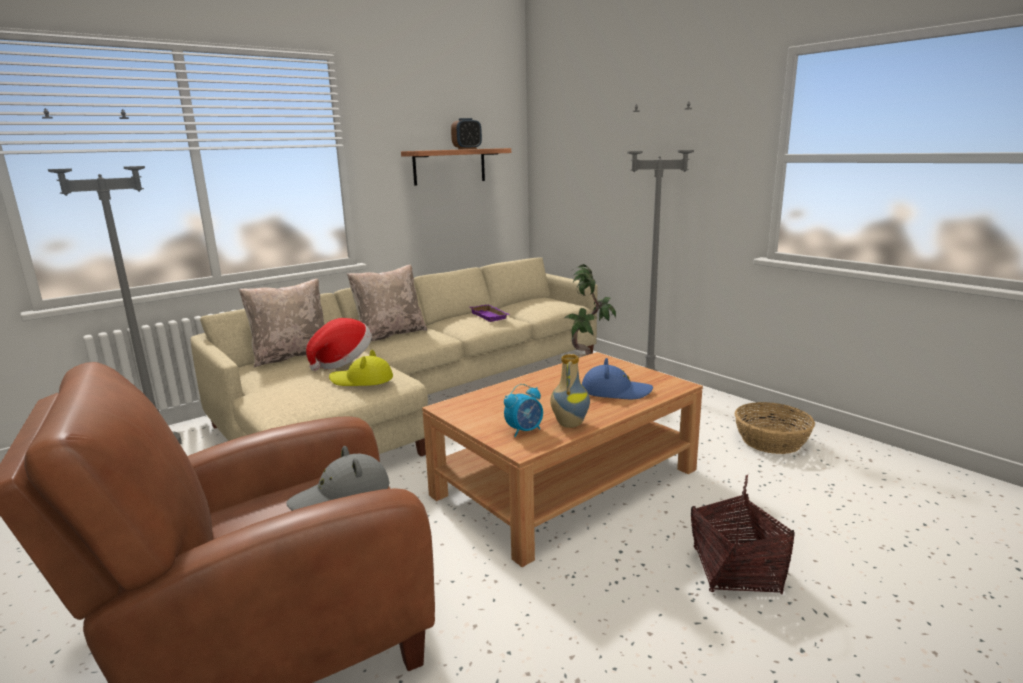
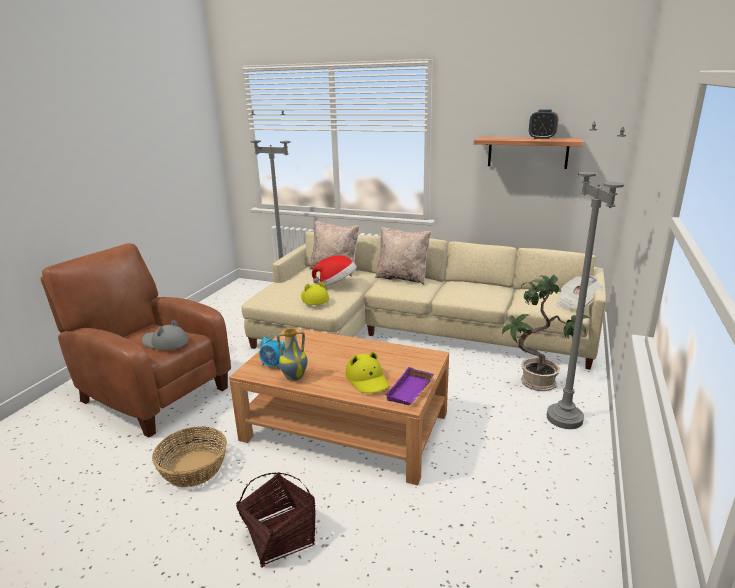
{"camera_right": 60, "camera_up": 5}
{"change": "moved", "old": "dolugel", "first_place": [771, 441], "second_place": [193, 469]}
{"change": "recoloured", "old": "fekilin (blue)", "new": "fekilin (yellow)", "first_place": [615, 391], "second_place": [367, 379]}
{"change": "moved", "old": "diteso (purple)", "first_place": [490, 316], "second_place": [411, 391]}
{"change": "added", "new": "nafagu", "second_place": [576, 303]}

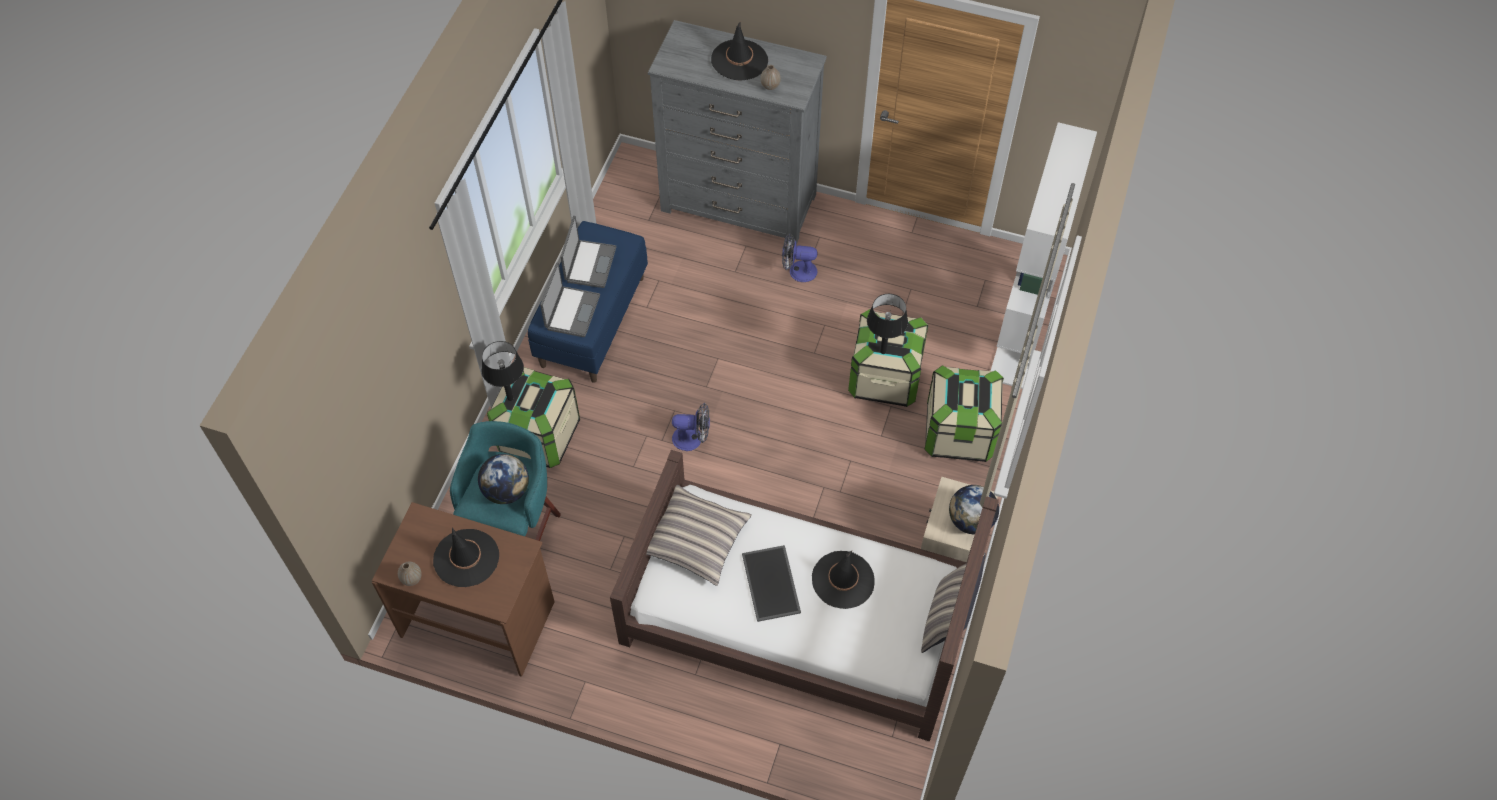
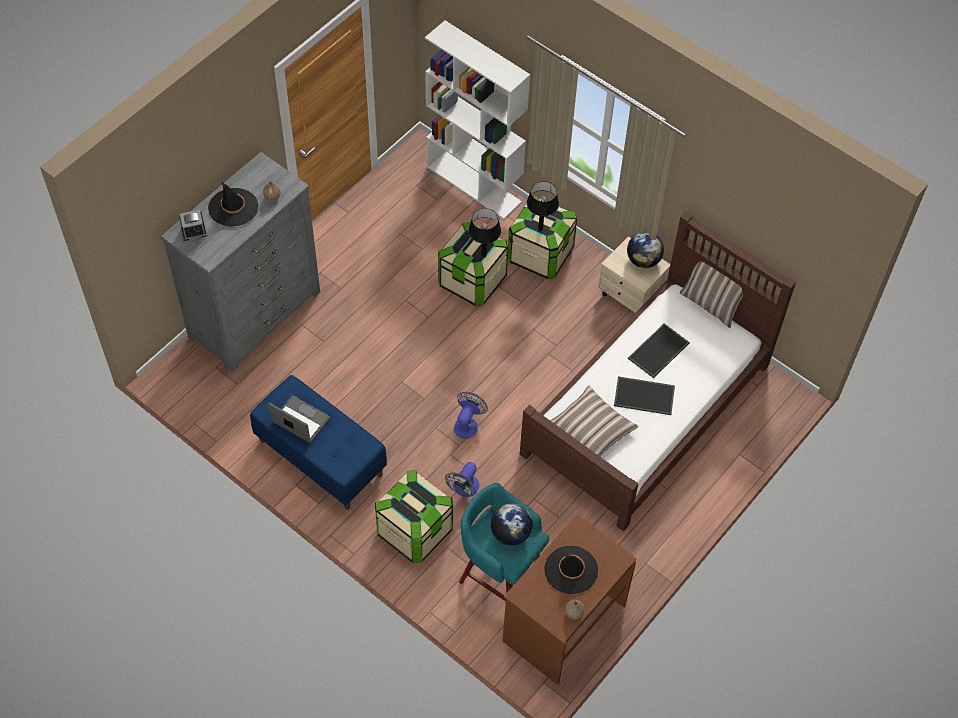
{"camera_right": -70, "camera_up": 0}
{"change": "added", "new": "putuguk", "second_place": [194, 231]}
{"change": "moved", "old": "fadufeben", "first_place": [797, 271], "second_place": [464, 490]}
{"change": "moved", "old": "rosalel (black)", "first_place": [510, 398], "second_place": [540, 228]}
{"change": "replaced", "old": "fekilin (black)", "new": "diteso", "first_place": [843, 580], "second_place": [659, 351]}
{"change": "removed", "old": "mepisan", "first_place": [571, 312]}

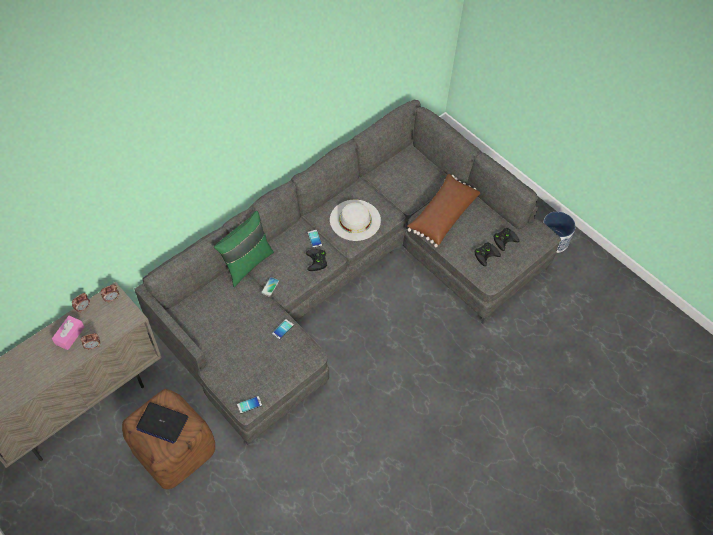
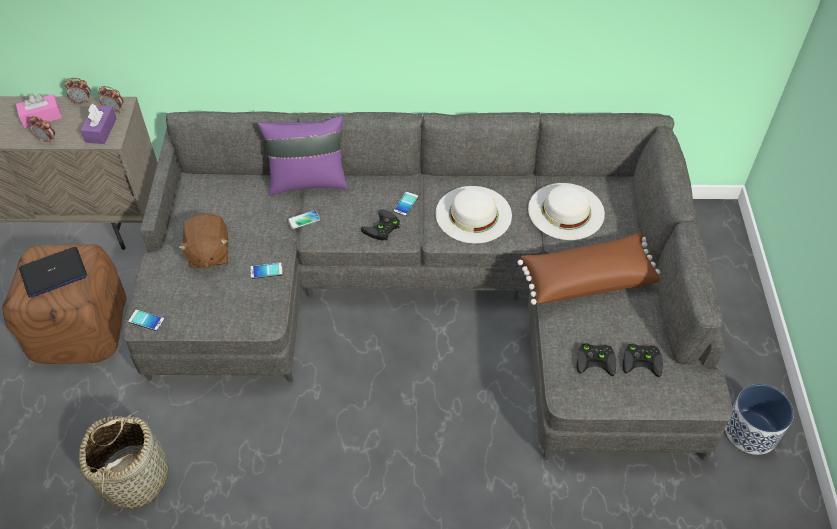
{"camera_right": 45, "camera_up": -5}
{"change": "turned", "old": "mepisan", "first_place": [162, 423], "second_place": [53, 273], "degrees": -90}
{"change": "added", "new": "dolugel", "second_place": [135, 477]}
{"change": "added", "new": "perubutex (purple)", "second_place": [101, 130]}
{"change": "added", "new": "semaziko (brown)", "second_place": [208, 253]}
{"change": "recoloured", "old": "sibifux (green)", "new": "sibifux (purple)", "first_place": [246, 263], "second_place": [308, 181]}
{"change": "added", "new": "fekilin (white)", "second_place": [566, 211]}

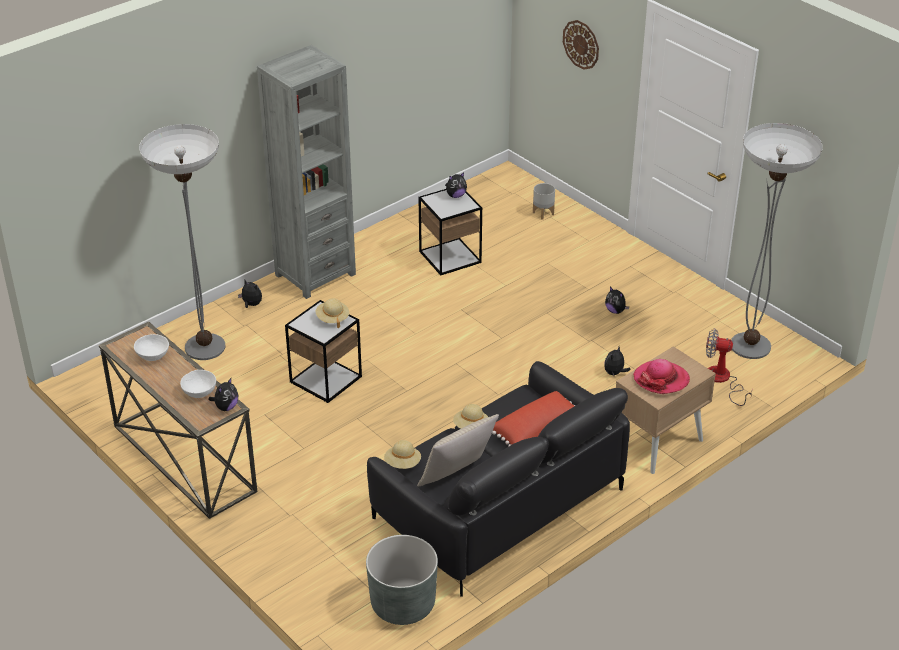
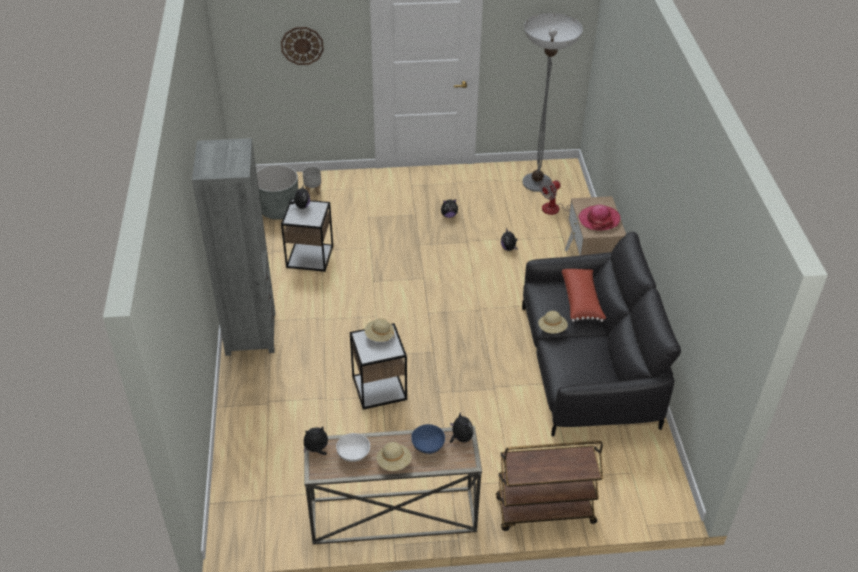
{"camera_right": -55, "camera_up": 5}
{"change": "moved", "old": "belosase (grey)", "first_place": [403, 604], "second_place": [278, 209]}
{"change": "moved", "old": "semaziko", "first_place": [251, 304], "second_place": [316, 449]}
{"change": "moved", "old": "fekilin (beige)", "first_place": [403, 463], "second_place": [394, 462]}
{"change": "recoloured", "old": "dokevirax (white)", "new": "dokevirax (blue)", "first_place": [199, 392], "second_place": [428, 446]}
{"change": "added", "new": "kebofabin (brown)", "second_place": [544, 511]}
{"change": "removed", "old": "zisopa", "first_place": [205, 347]}
{"change": "removed", "old": "sibifux (beige)", "first_place": [458, 477]}

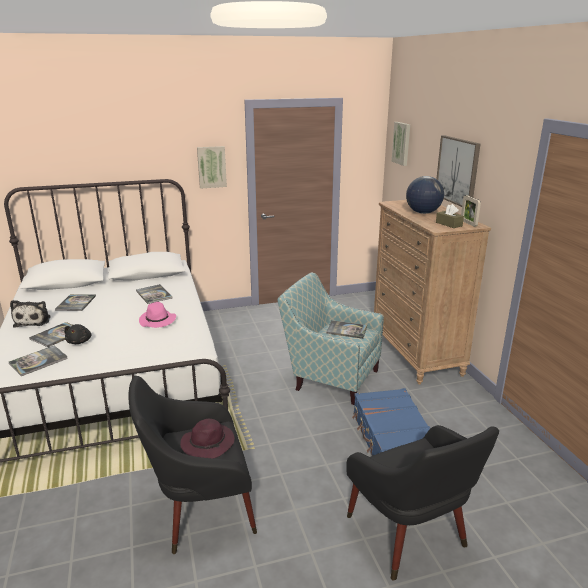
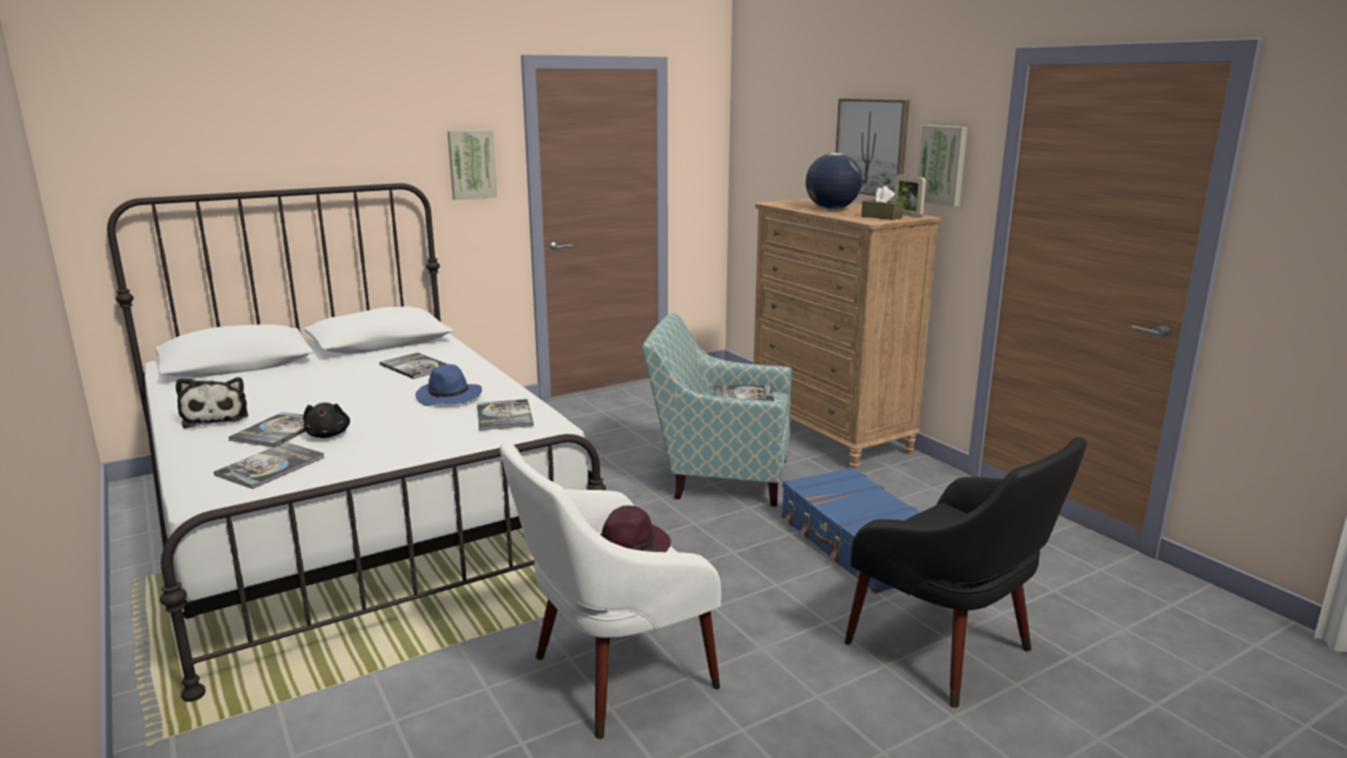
{"camera_right": -15, "camera_up": -5}
{"change": "recoloured", "old": "fekilin (pink)", "new": "fekilin (blue)", "first_place": [158, 321], "second_place": [449, 397]}
{"change": "moved", "old": "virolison", "first_place": [76, 303], "second_place": [504, 416]}
{"change": "recoloured", "old": "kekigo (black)", "new": "kekigo (white)", "first_place": [200, 512], "second_place": [612, 676]}
{"change": "moved", "old": "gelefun", "first_place": [402, 143], "second_place": [943, 165]}

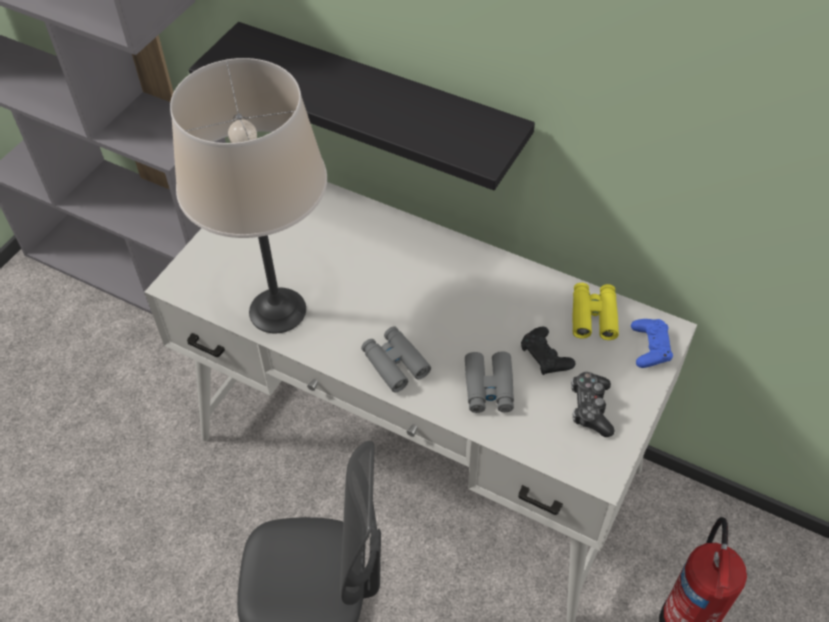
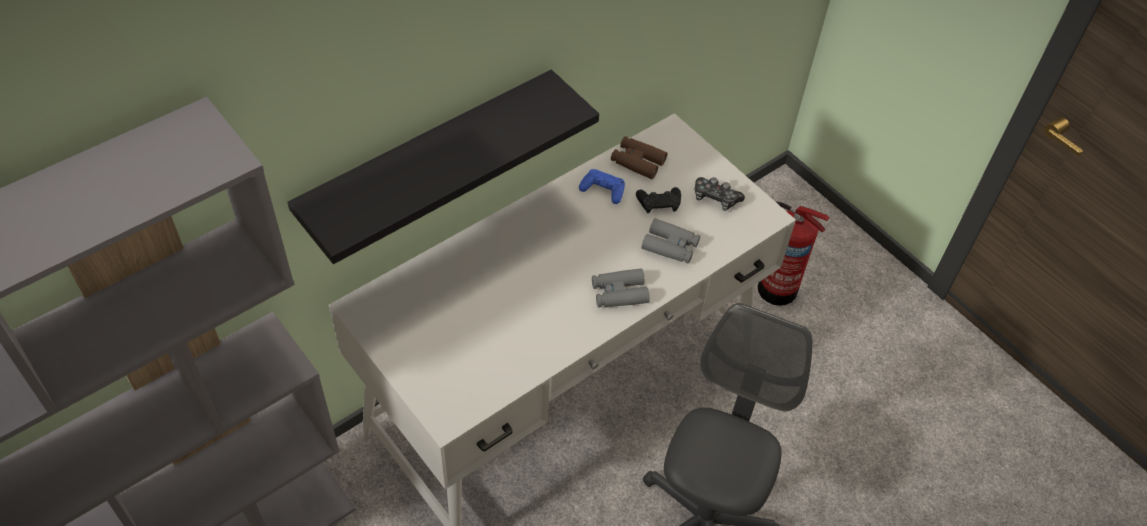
{"camera_right": -70, "camera_up": 0}
{"change": "moved", "old": "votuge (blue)", "first_place": [650, 347], "second_place": [603, 190]}
{"change": "recoloured", "old": "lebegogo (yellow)", "new": "lebegogo (brown)", "first_place": [593, 316], "second_place": [637, 161]}
{"change": "removed", "old": "rosalel (beige)", "first_place": [277, 311]}

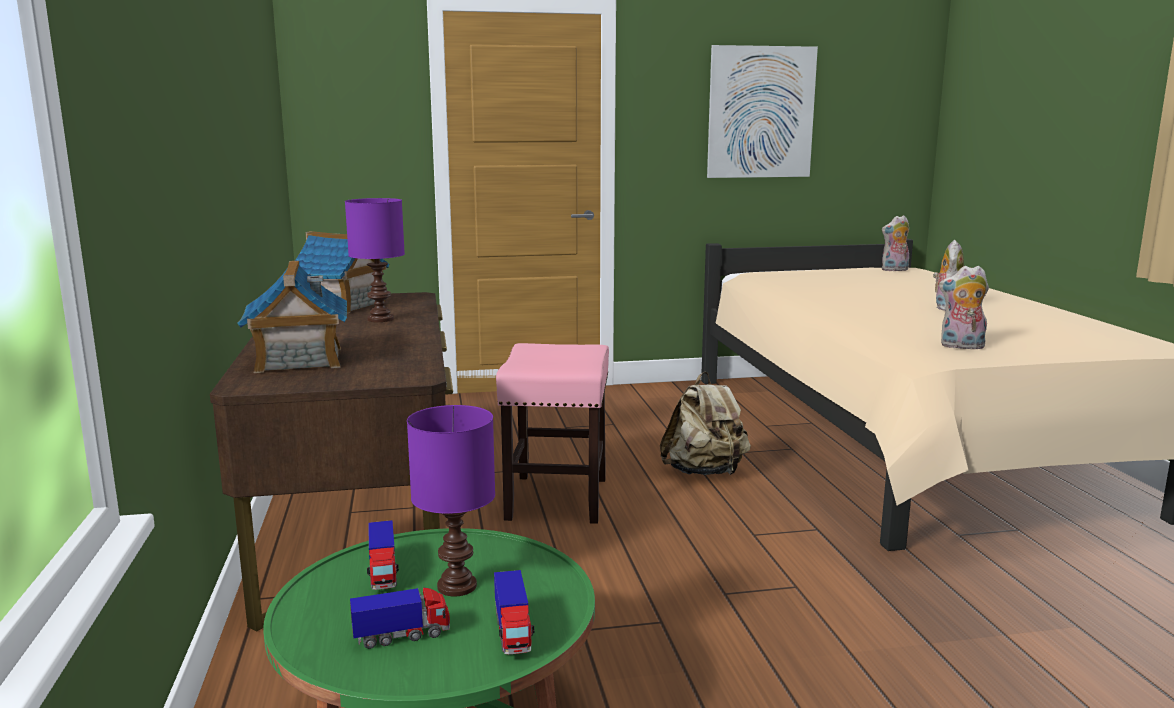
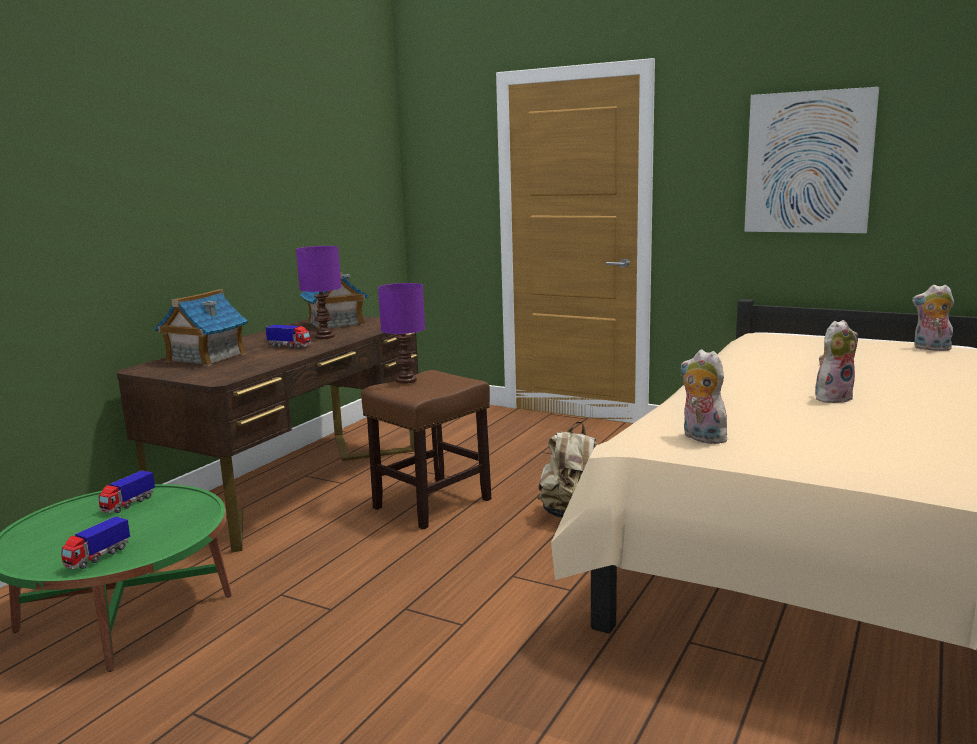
{"camera_right": 40, "camera_up": 0}
{"change": "moved", "old": "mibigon", "first_place": [402, 636], "second_place": [290, 346]}
{"change": "recoloured", "old": "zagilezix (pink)", "new": "zagilezix (brown)", "first_place": [557, 499], "second_place": [431, 504]}
{"change": "moved", "old": "rosalel (purple)", "first_place": [458, 586], "second_place": [406, 381]}

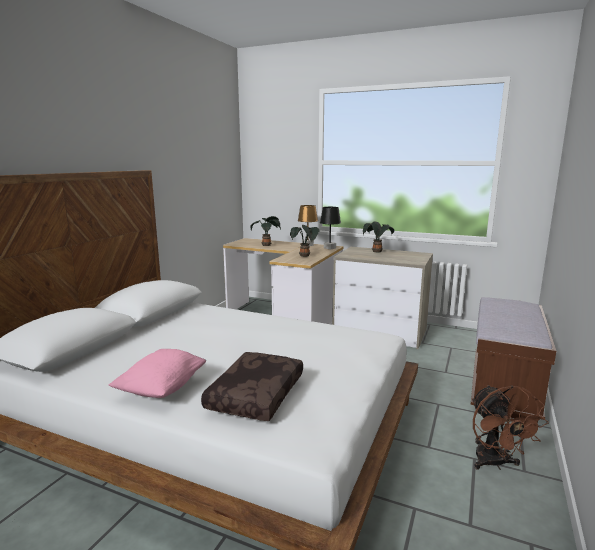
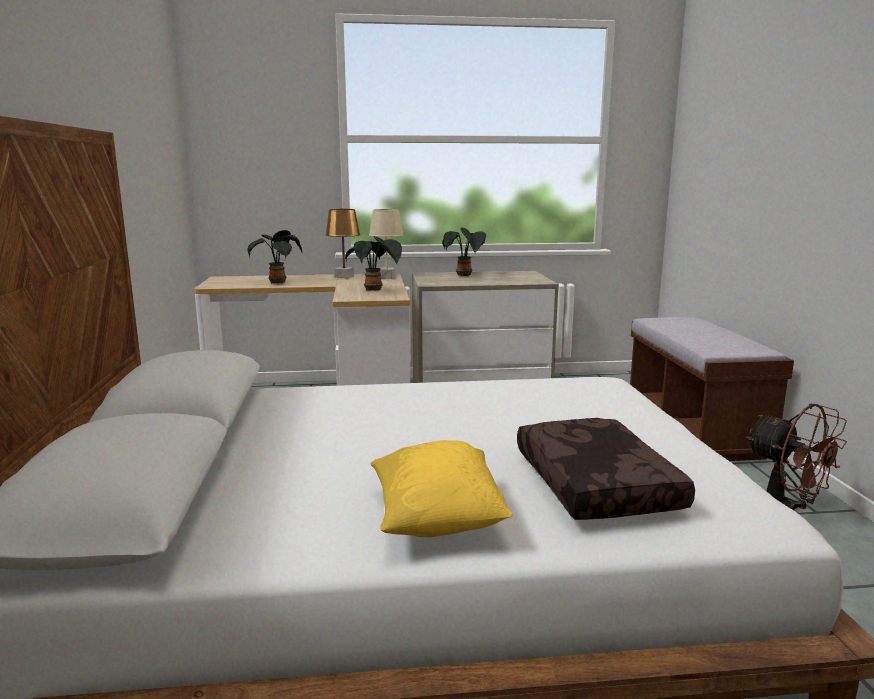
{"camera_right": -30, "camera_up": 0}
{"change": "recoloured", "old": "rosalel (black)", "new": "rosalel (beige)", "first_place": [330, 248], "second_place": [387, 277]}
{"change": "recoloured", "old": "sibifux (pink)", "new": "sibifux (yellow)", "first_place": [162, 389], "second_place": [437, 519]}

